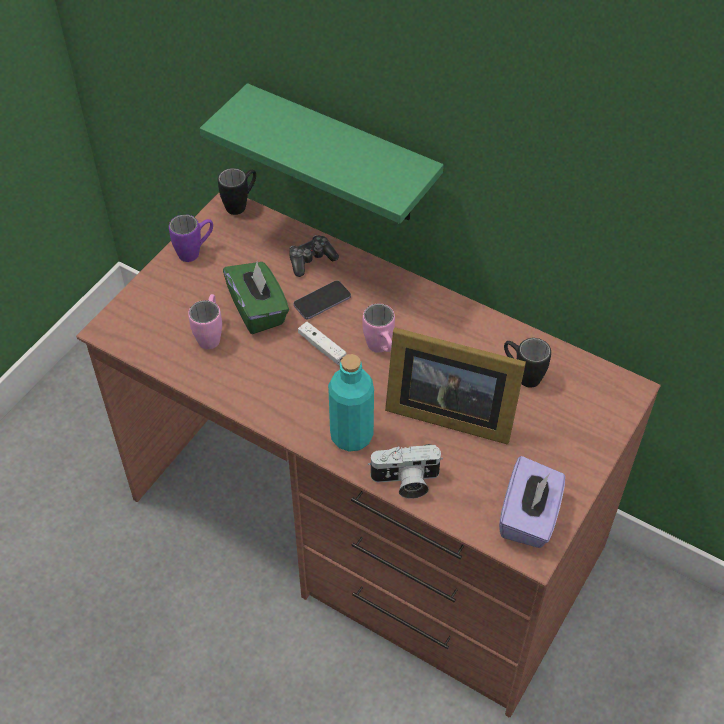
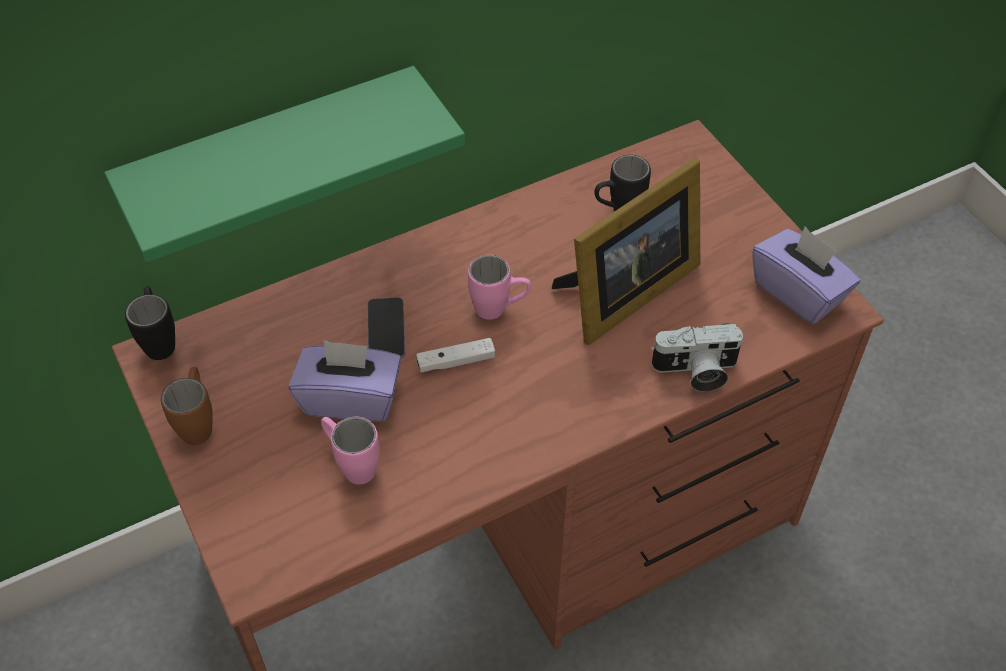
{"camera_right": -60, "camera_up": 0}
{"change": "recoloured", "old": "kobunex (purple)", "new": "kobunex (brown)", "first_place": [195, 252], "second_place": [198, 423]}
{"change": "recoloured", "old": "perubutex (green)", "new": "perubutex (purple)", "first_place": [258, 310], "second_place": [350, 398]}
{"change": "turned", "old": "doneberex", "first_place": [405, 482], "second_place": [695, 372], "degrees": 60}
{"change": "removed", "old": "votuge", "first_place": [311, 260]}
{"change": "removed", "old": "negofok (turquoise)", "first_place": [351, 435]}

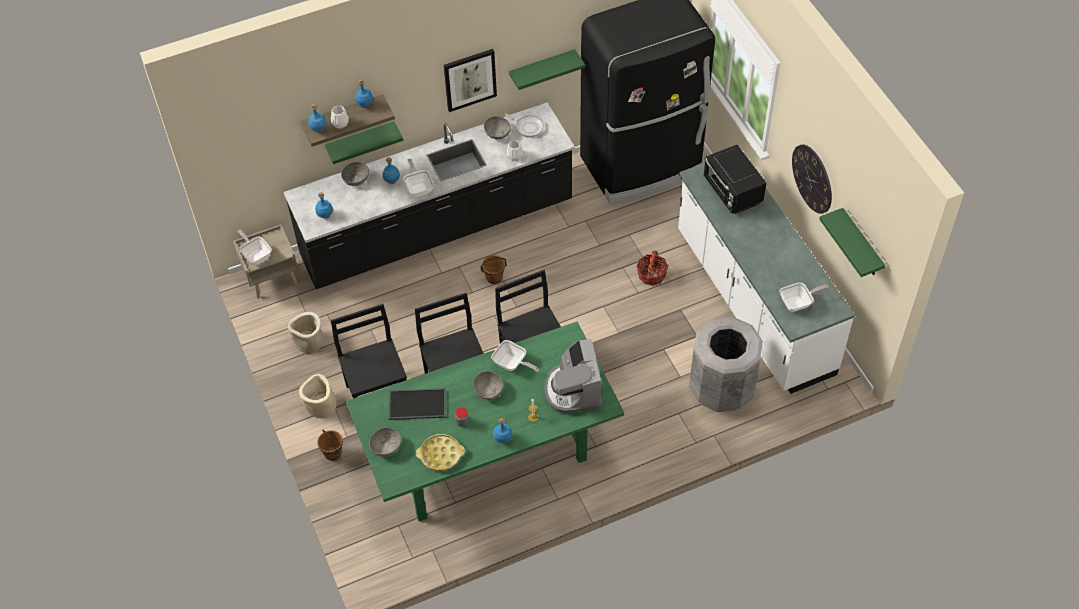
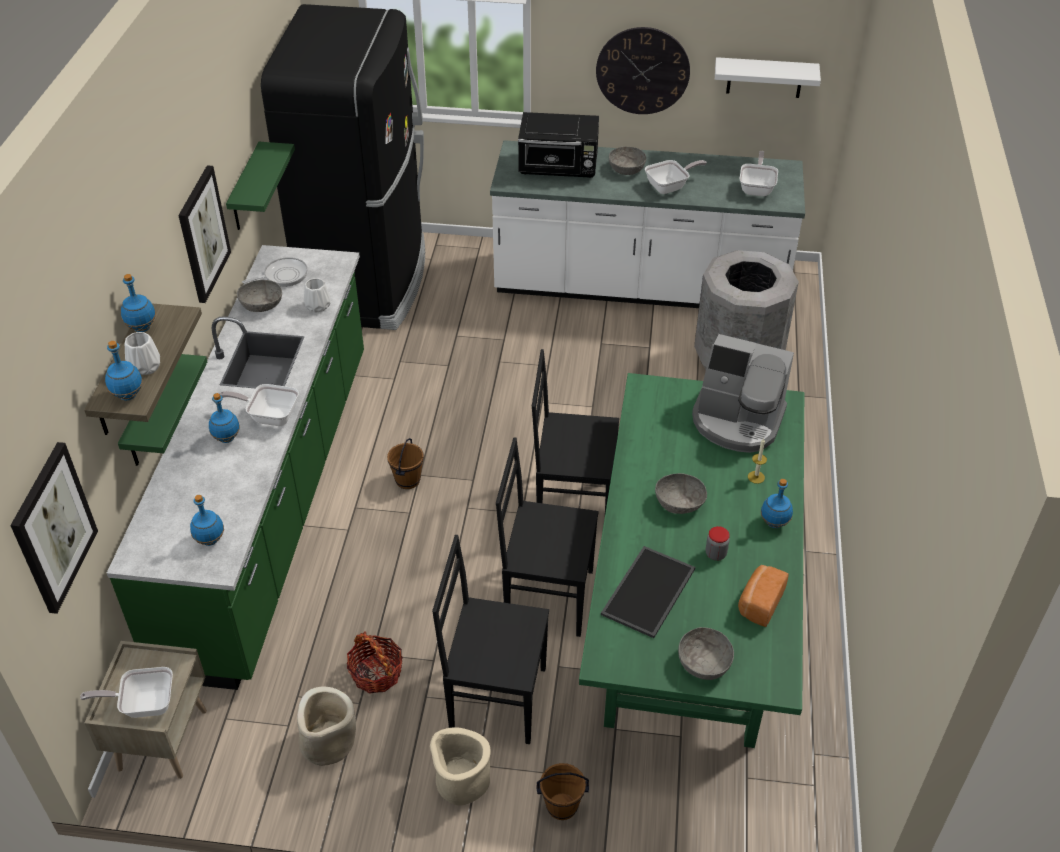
{"camera_right": -60, "camera_up": -10}
{"change": "added", "new": "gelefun", "second_place": [53, 528]}
{"change": "recoloured", "old": "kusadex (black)", "new": "kusadex (green)", "first_place": [437, 230], "second_place": [273, 502]}
{"change": "moved", "old": "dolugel", "first_place": [651, 275], "second_place": [376, 673]}
{"change": "moved", "old": "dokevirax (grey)", "first_place": [356, 179], "second_place": [626, 169]}
{"change": "moved", "old": "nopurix", "first_place": [512, 364], "second_place": [670, 187]}
{"change": "recoloured", "old": "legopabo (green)", "new": "legopabo (white)", "first_place": [861, 245], "second_place": [764, 77]}
{"change": "replaced", "old": "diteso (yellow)", "new": "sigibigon", "first_place": [440, 455], "second_place": [759, 603]}

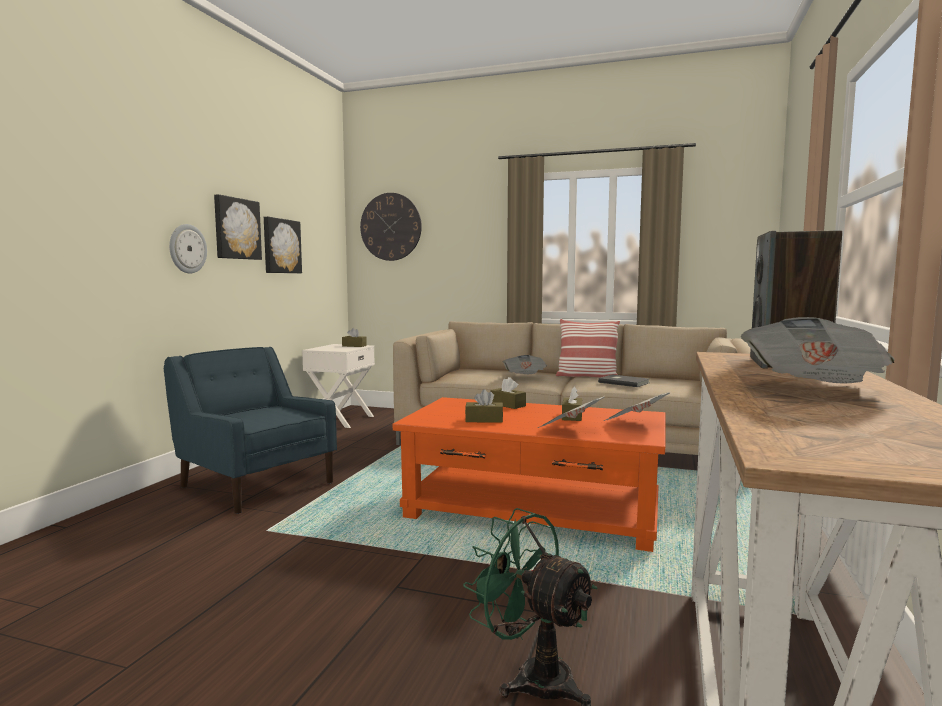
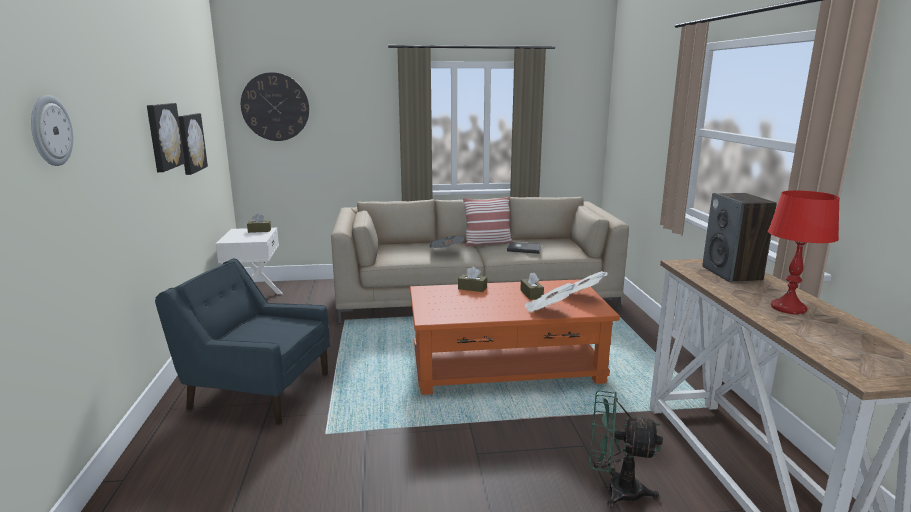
{"camera_right": -25, "camera_up": 10}
{"change": "moved", "old": "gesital", "first_place": [187, 248], "second_place": [50, 130]}
{"change": "replaced", "old": "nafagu", "new": "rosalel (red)", "first_place": [814, 390], "second_place": [788, 308]}
{"change": "removed", "old": "perubutex (brown)", "first_place": [484, 420]}

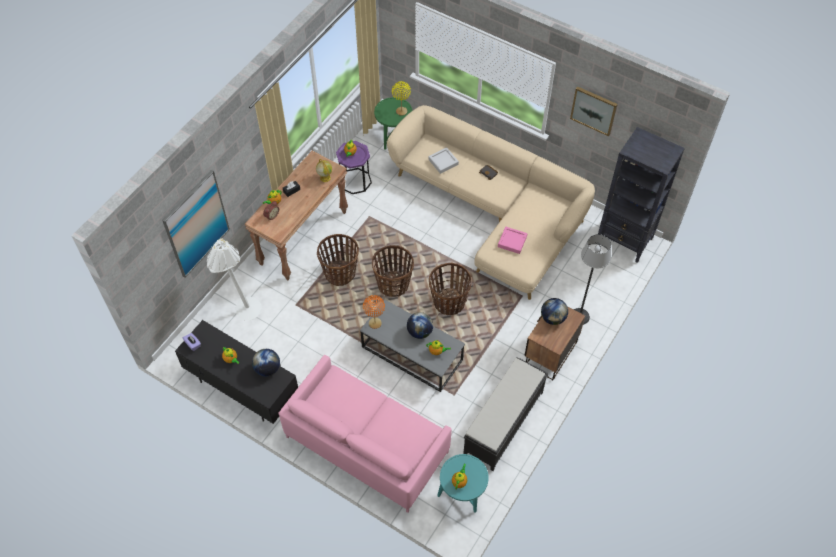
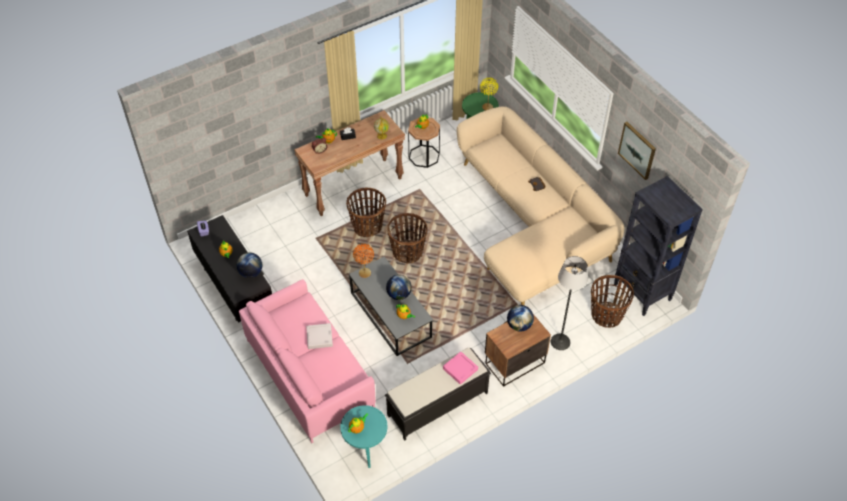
{"camera_right": 25, "camera_up": -5}
{"change": "moved", "old": "diteso (grey)", "first_place": [443, 162], "second_place": [319, 337]}
{"change": "recoloured", "old": "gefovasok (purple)", "new": "gefovasok (brown)", "first_place": [355, 181], "second_place": [424, 156]}
{"change": "moved", "old": "diteso (pink)", "first_place": [512, 241], "second_place": [460, 369]}
{"change": "moved", "old": "dolugel", "first_place": [449, 302], "second_place": [606, 315]}
{"change": "removed", "old": "gelefun", "first_place": [196, 224]}
{"change": "removed", "old": "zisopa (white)", "first_place": [242, 312]}

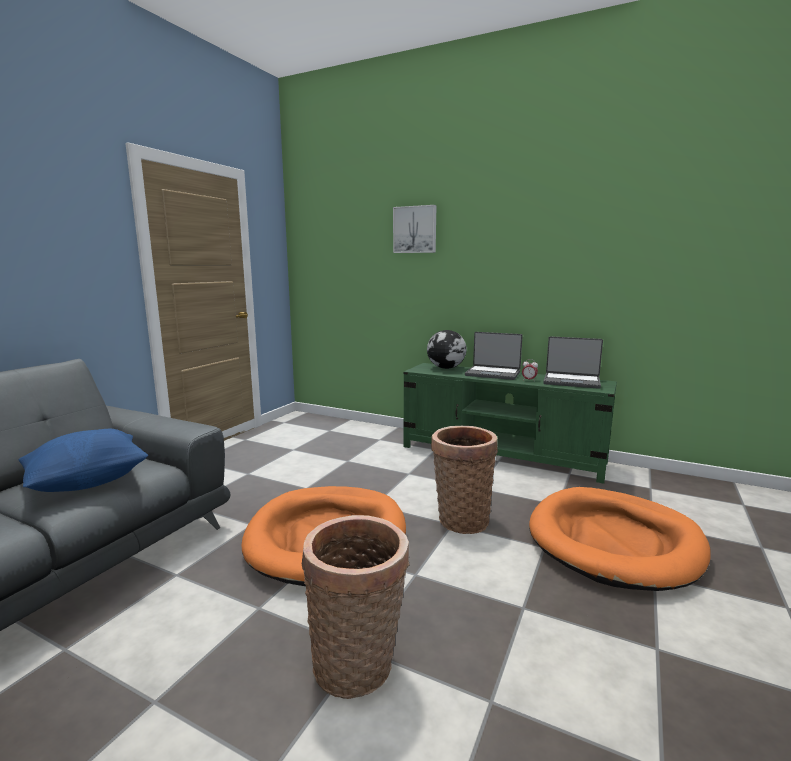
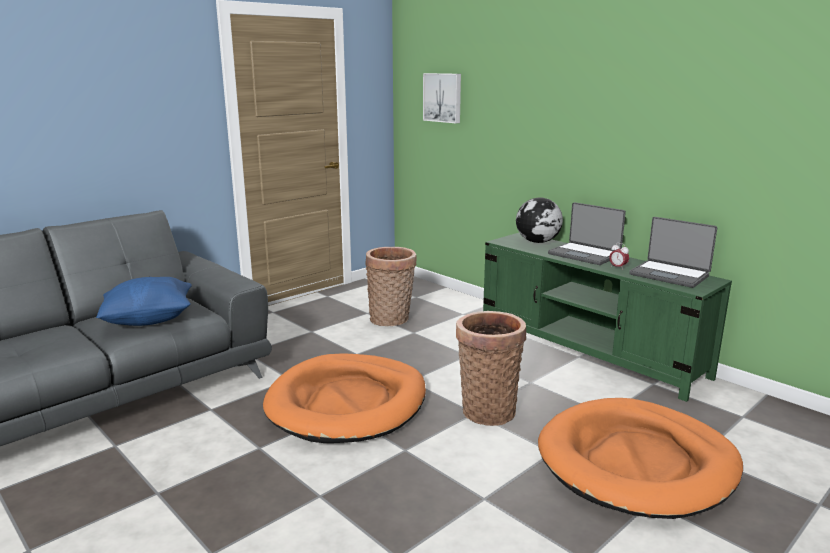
{"camera_right": 20, "camera_up": 5}
{"change": "moved", "old": "dolugel", "first_place": [358, 665], "second_place": [392, 319]}
{"change": "moved", "old": "gelefun", "first_place": [415, 229], "second_place": [443, 97]}

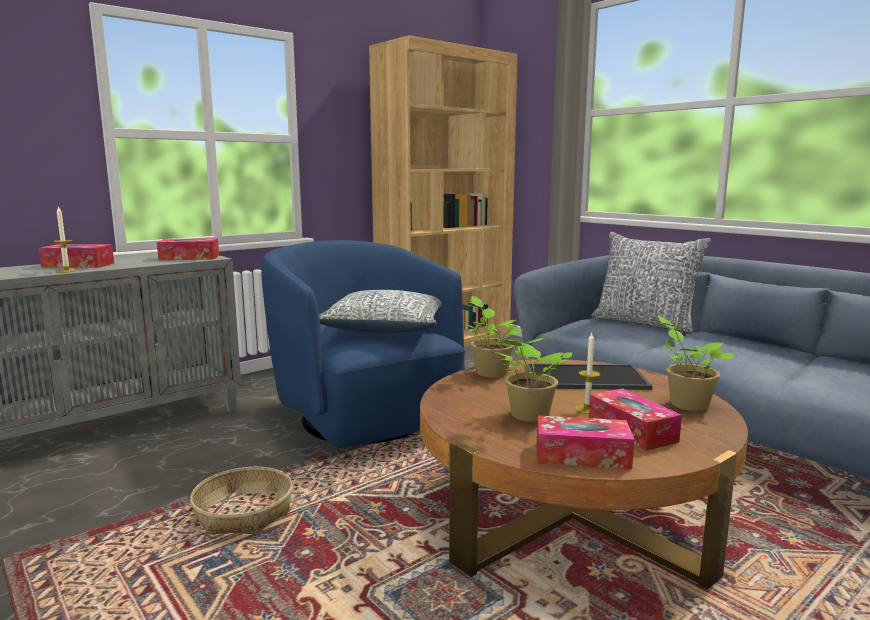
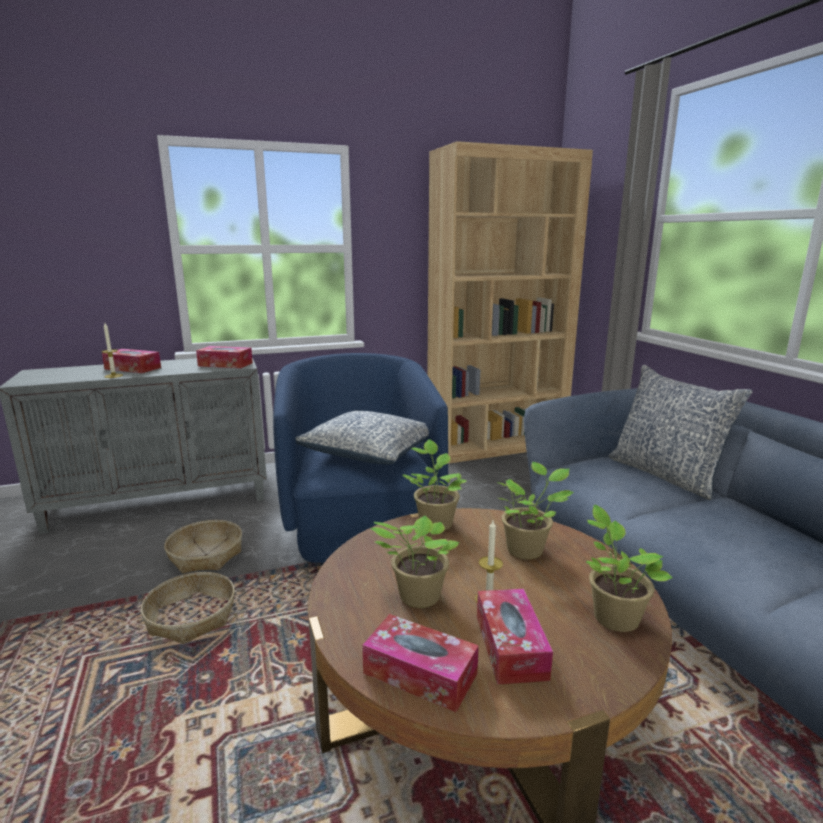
{"camera_right": 20, "camera_up": 5}
{"change": "added", "new": "dolugel", "second_place": [205, 555]}
{"change": "replaced", "old": "diteso", "new": "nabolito", "first_place": [584, 378], "second_place": [527, 549]}

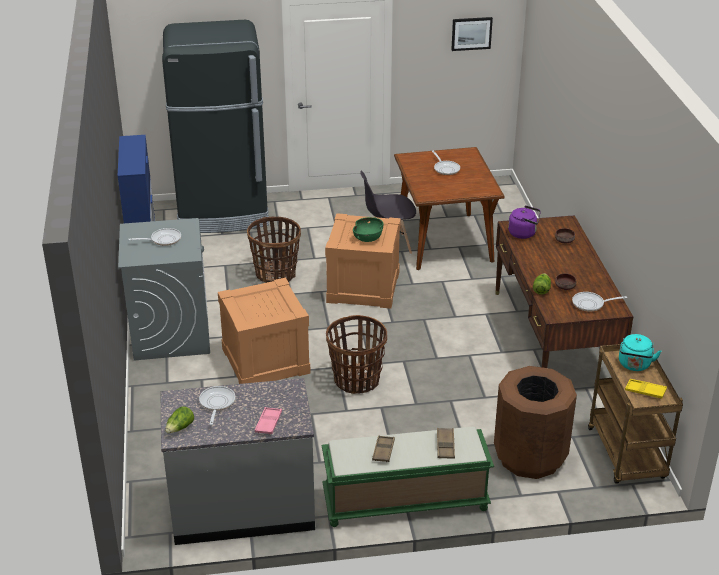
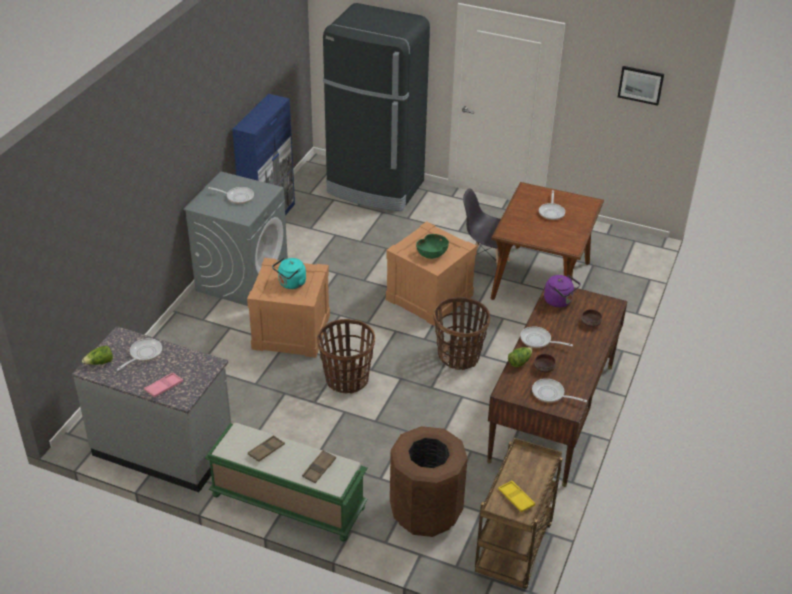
{"camera_right": 30, "camera_up": 5}
{"change": "moved", "old": "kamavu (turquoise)", "first_place": [634, 365], "second_place": [291, 284]}
{"change": "moved", "old": "dolugel", "first_place": [276, 274], "second_place": [459, 356]}
{"change": "added", "new": "nopurix", "second_place": [538, 341]}

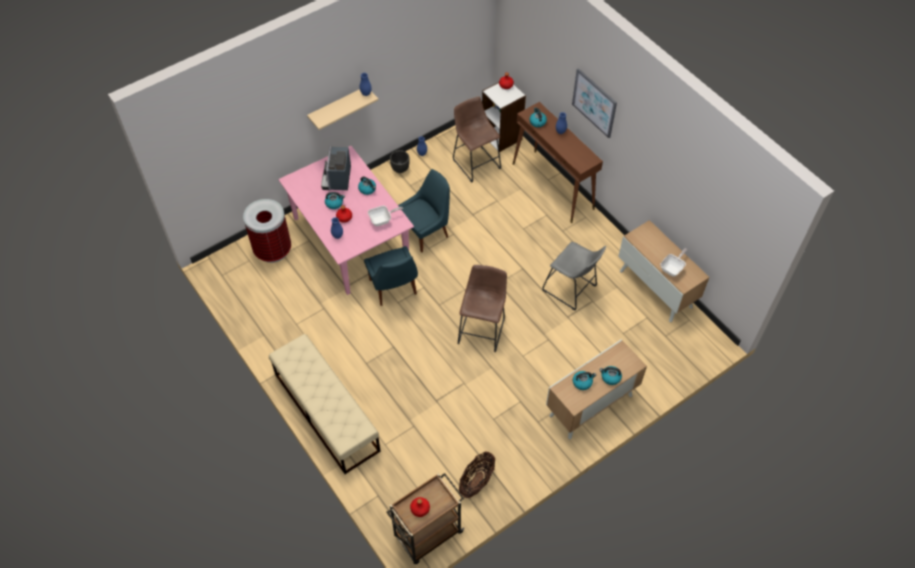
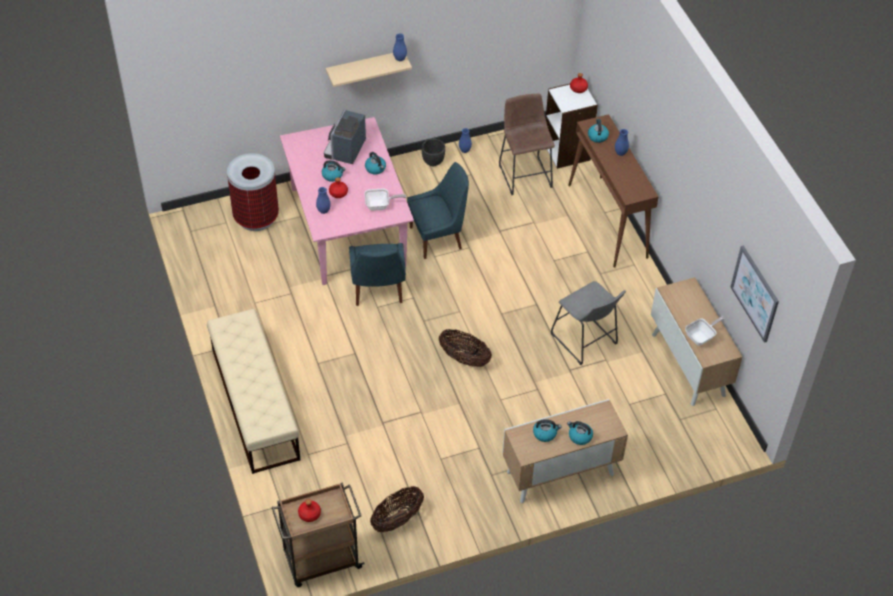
{"camera_right": 15, "camera_up": -5}
{"change": "replaced", "old": "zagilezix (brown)", "new": "dolugel", "first_place": [482, 328], "second_place": [464, 358]}
{"change": "moved", "old": "gelefun", "first_place": [594, 103], "second_place": [755, 293]}

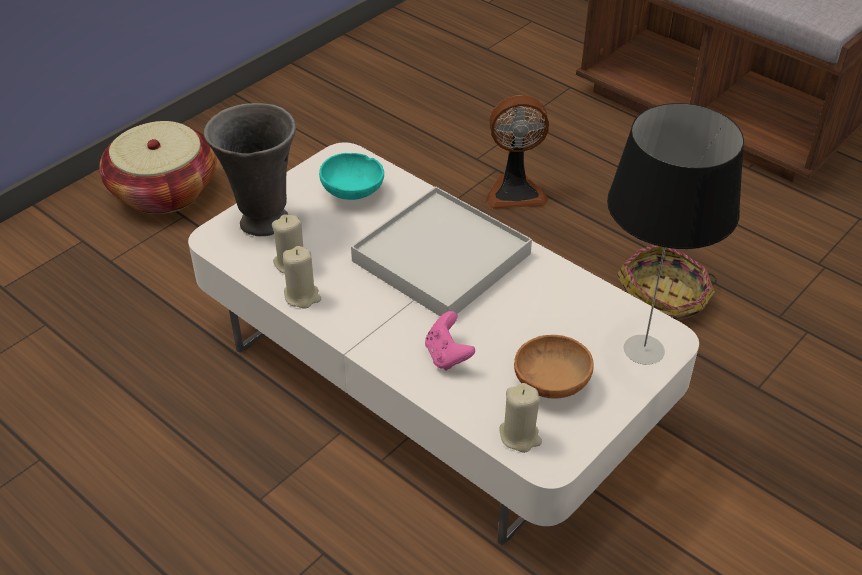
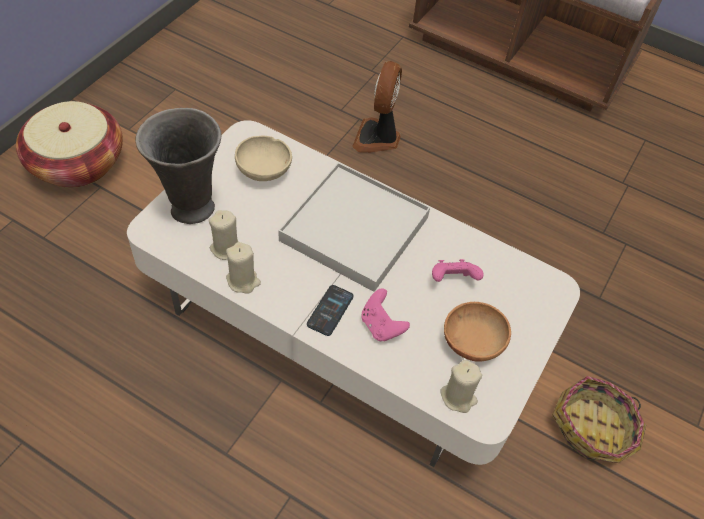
{"camera_right": -15, "camera_up": 10}
{"change": "recoloured", "old": "dokevirax (turquoise)", "new": "dokevirax (beige)", "first_place": [354, 193], "second_place": [265, 171]}
{"change": "added", "new": "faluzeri", "second_place": [330, 310]}
{"change": "turned", "old": "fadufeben", "first_place": [515, 191], "second_place": [378, 138], "degrees": 120}
{"change": "added", "new": "votuge (pink)", "second_place": [452, 280]}
{"change": "moved", "old": "dolugel", "first_place": [664, 298], "second_place": [595, 428]}
{"change": "removed", "old": "rosalel", "first_place": [644, 348]}

